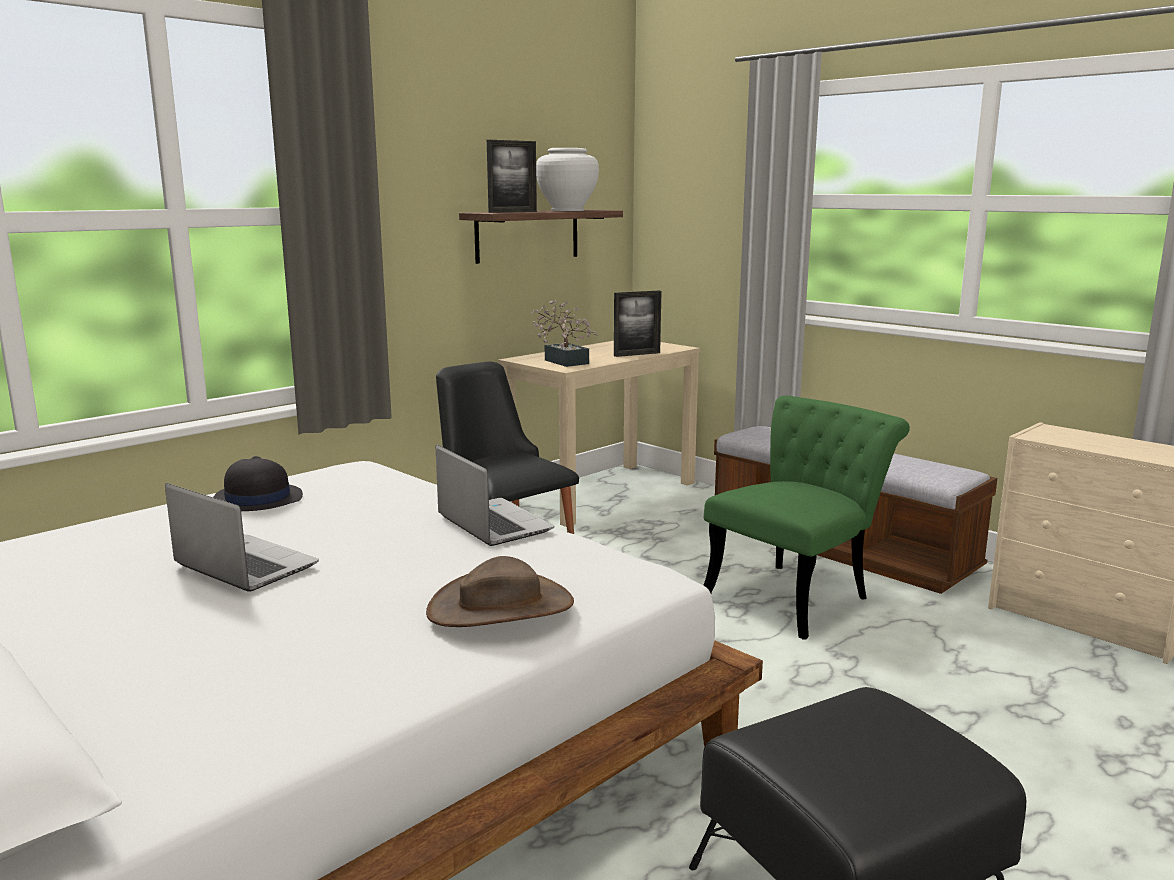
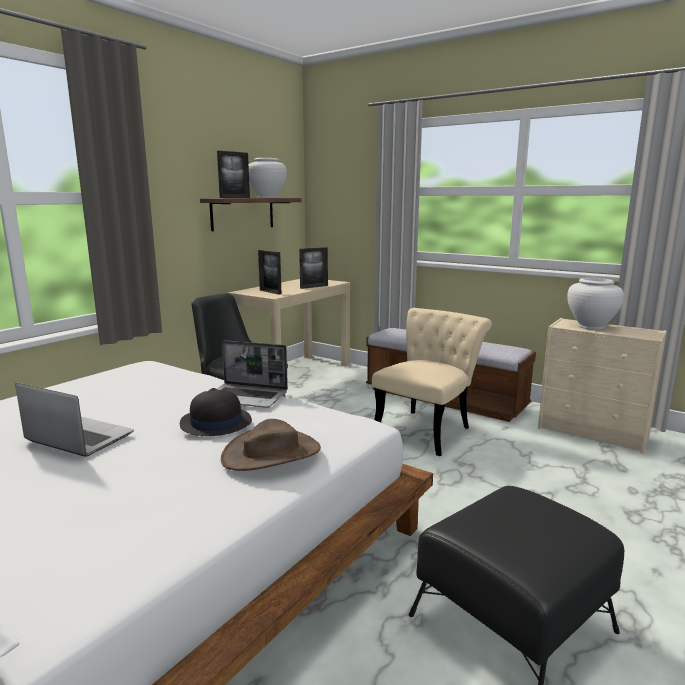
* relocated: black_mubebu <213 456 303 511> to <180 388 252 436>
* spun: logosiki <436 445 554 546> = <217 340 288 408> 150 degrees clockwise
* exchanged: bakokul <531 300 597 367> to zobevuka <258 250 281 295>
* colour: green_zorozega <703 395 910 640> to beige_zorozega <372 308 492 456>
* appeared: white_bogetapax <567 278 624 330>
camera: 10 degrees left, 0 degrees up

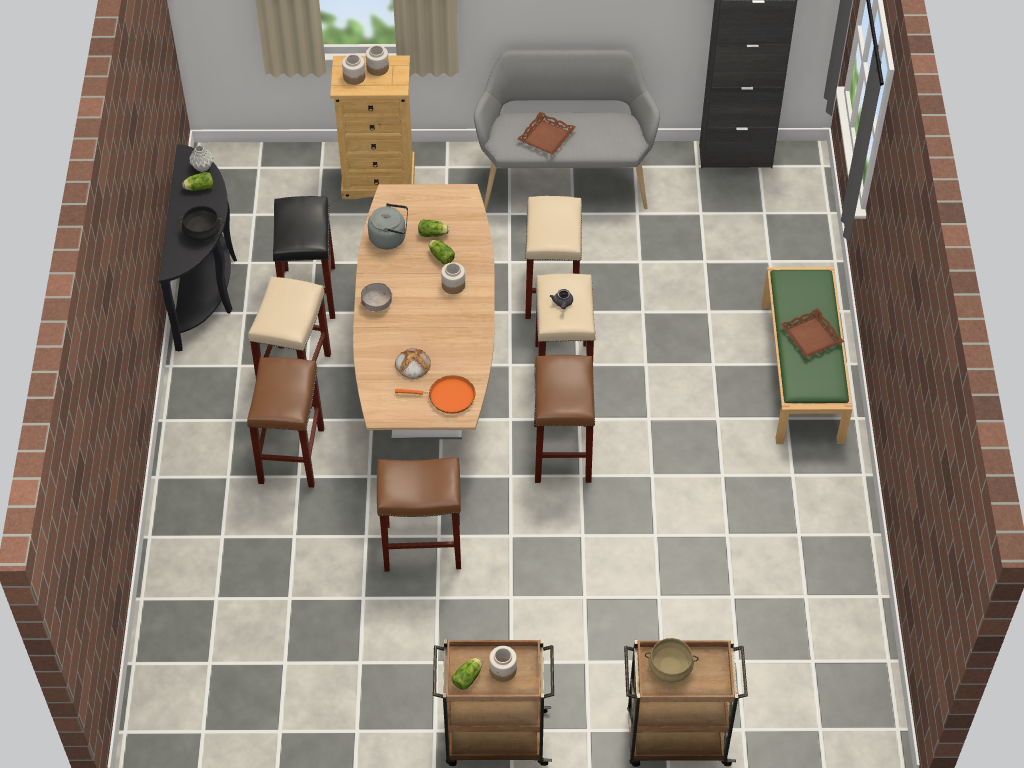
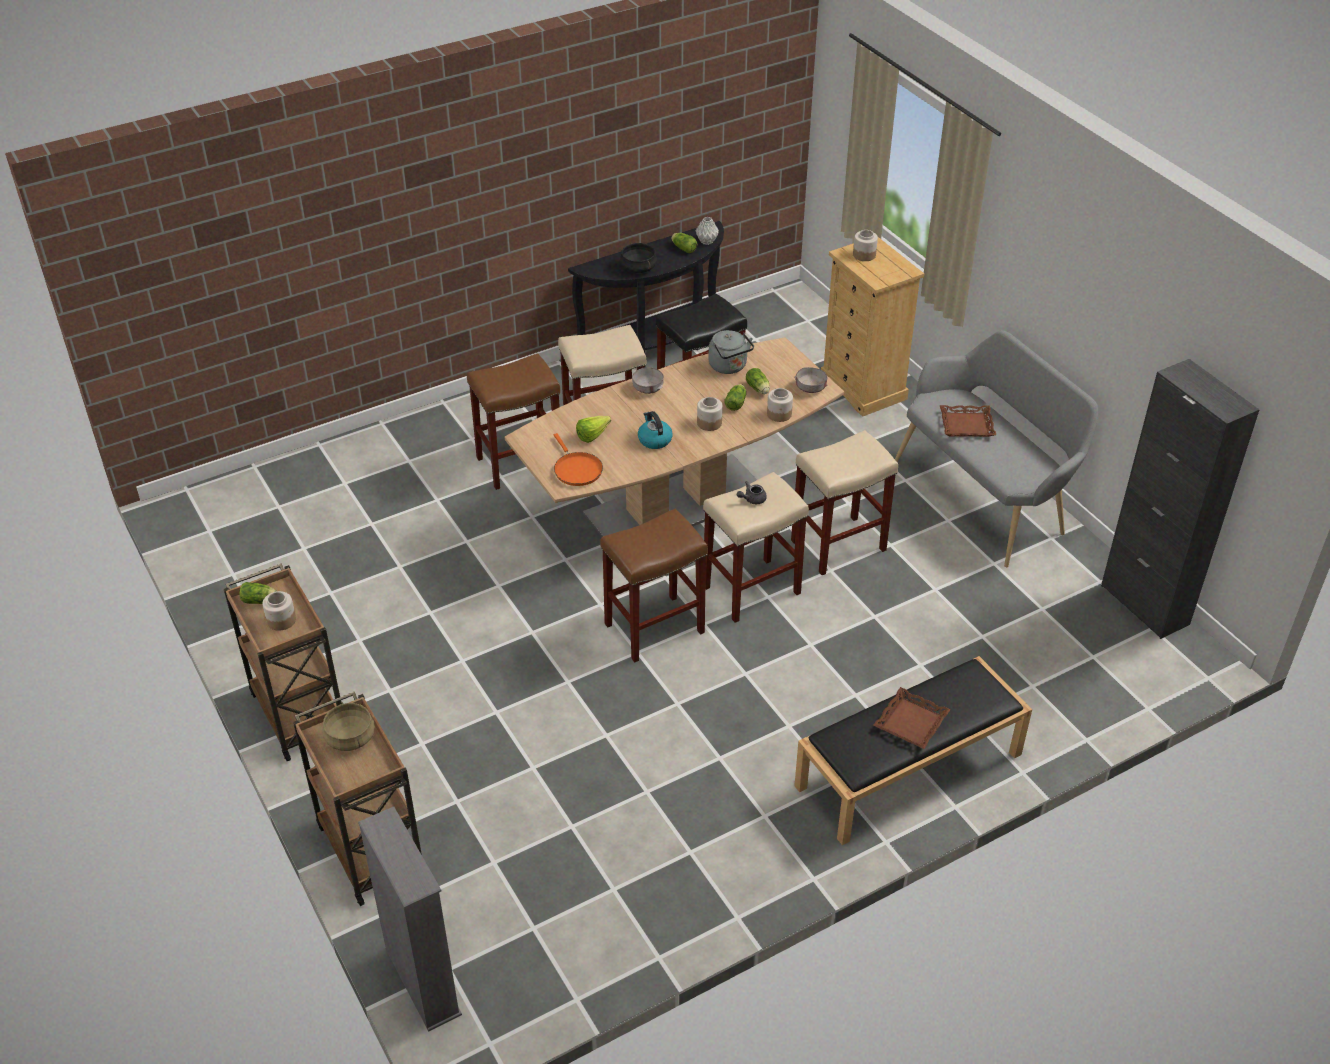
* appeared: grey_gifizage <358 806 462 1032>
* exchanged: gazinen <395 348 431 379> to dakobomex <576 416 611 443>
* appeared: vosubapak <638 411 673 449>
* relocated: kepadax <366 45 389 76> to <767 388 793 422>
* appeared: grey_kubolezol <794 367 827 393>
* colour: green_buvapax <762 267 853 444> to black_buvapax <794 656 1032 845>
* missing: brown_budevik <377 457 461 572>
camera: 60 degrees right, 10 degrees down

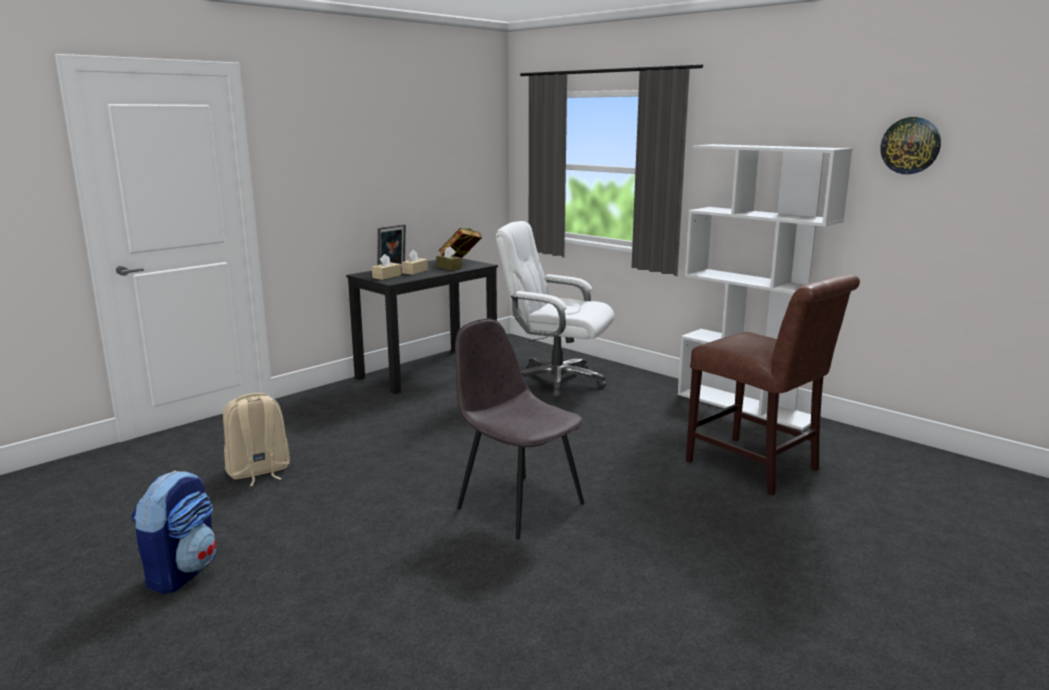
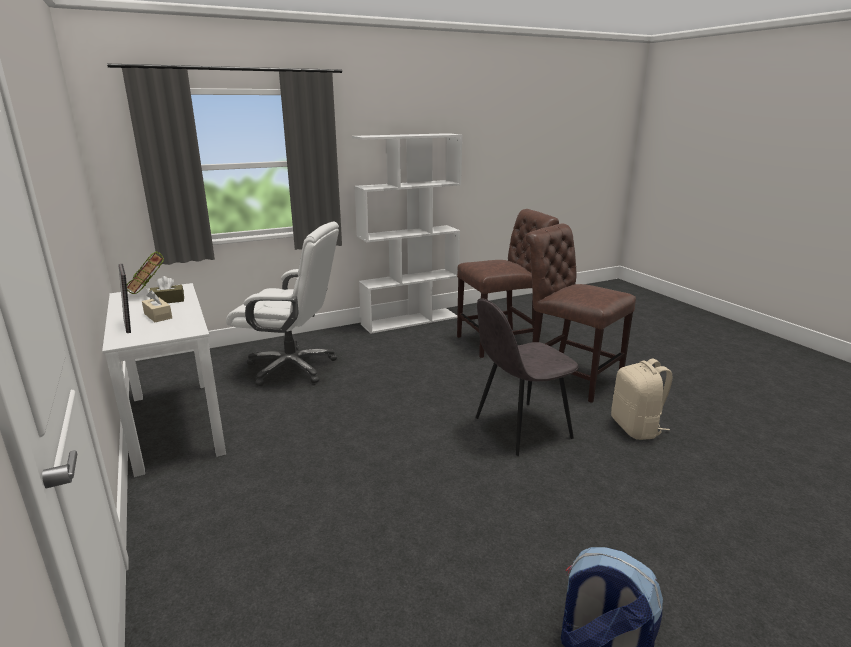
* colour: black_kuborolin <346 258 498 394> to white_kuborolin <102 283 226 477>
* spun: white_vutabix <496 221 614 398> = <226 221 339 386> 120 degrees counterclockwise
* appeared: brown_zorozega <526 223 636 403>
* relocated: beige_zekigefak <223 393 290 486> to <611 359 673 440>
* missing: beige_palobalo <372 254 401 280>
* missing: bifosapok <880 117 941 174>
camera: 70 degrees left, 5 degrees up

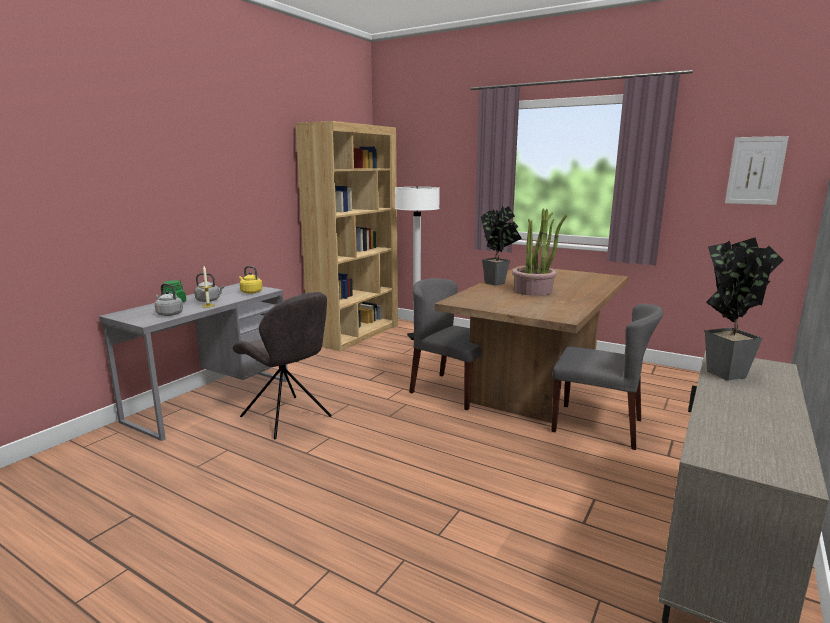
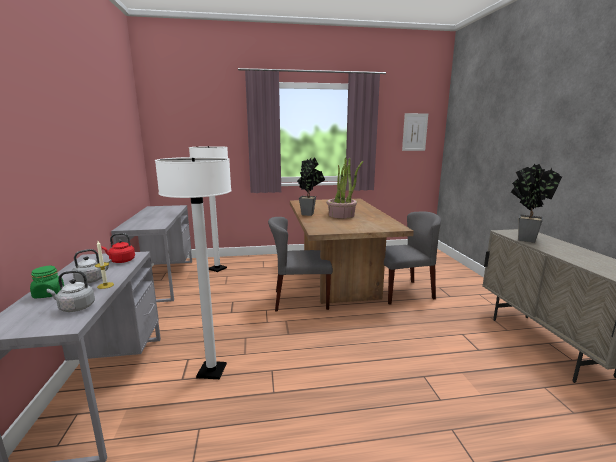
* colour: yellow_vosubapak <239 266 262 294> to red_vosubapak <102 233 135 263>
* exchanged: brown_gifizage <295 121 398 351> to grey_kuborolin <111 205 192 302>
* exchanged: grey_zorozega <233 292 332 439> to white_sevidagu <155 157 232 379>
camera: 40 degrees left, 0 degrees up

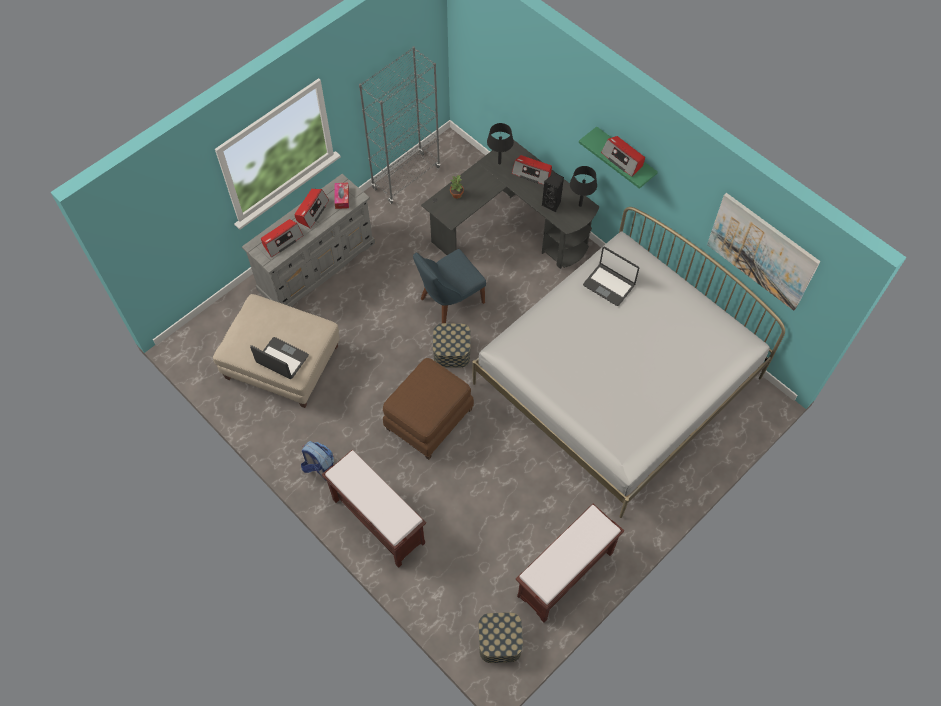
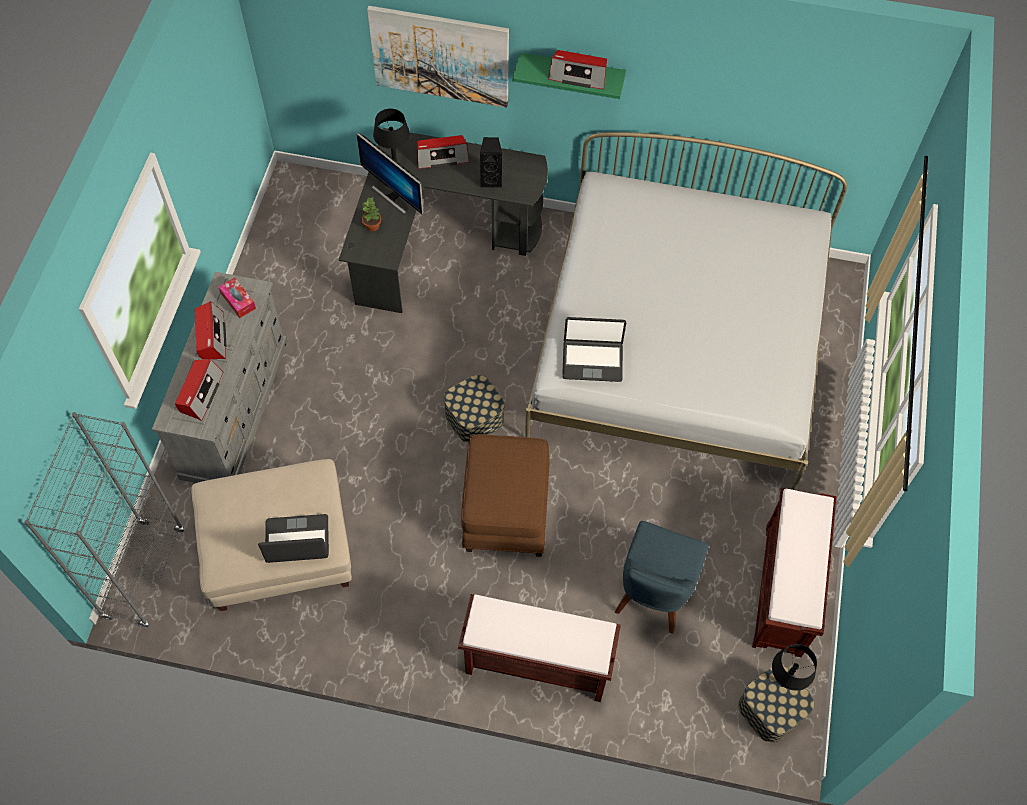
* relocated: grey_gifizage <359 46 441 204> to <24 412 184 628>
* appeared: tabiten <356 133 424 214>
* relocated: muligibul <707 193 820 311> to <367 6 509 108>
* relocated: logosiki <583 247 639 306> to <562 317 626 382>
* relocated: blue_zorozega <413 249 486 323> to <615 521 709 634>
* relocated: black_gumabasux <570 166 597 207> to <772 644 817 691>
* missing: zekigefak <301 441 334 476>
camera: 35 degrees left, 0 degrees up

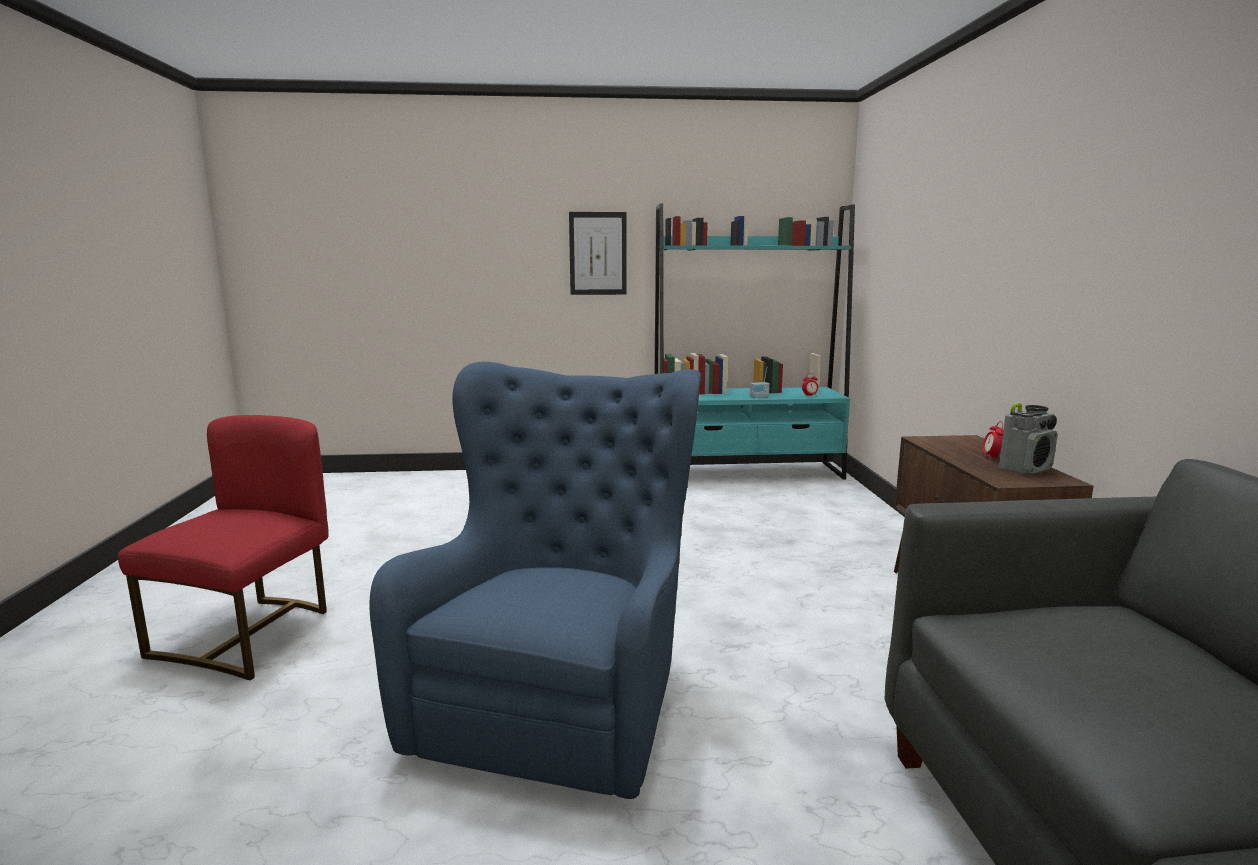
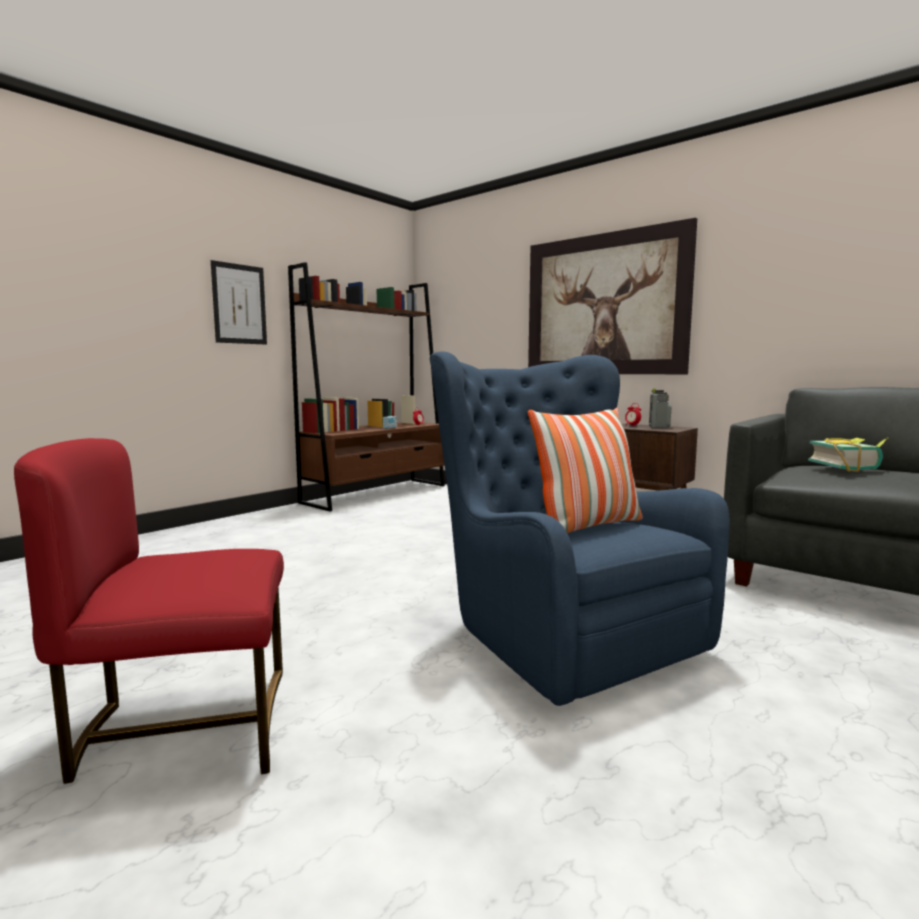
* spun: red_zorozega <118 415 329 680> = <14 438 284 784> 75 degrees counterclockwise
* colour: turquoise_gifizage <655 203 855 480> to brown_gifizage <288 262 445 512>
* appeared: muligibul <528 218 697 374>
* appeared: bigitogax <528 408 643 533>
* appeared: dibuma <808 437 889 472>
camera: 45 degrees left, 5 degrees down

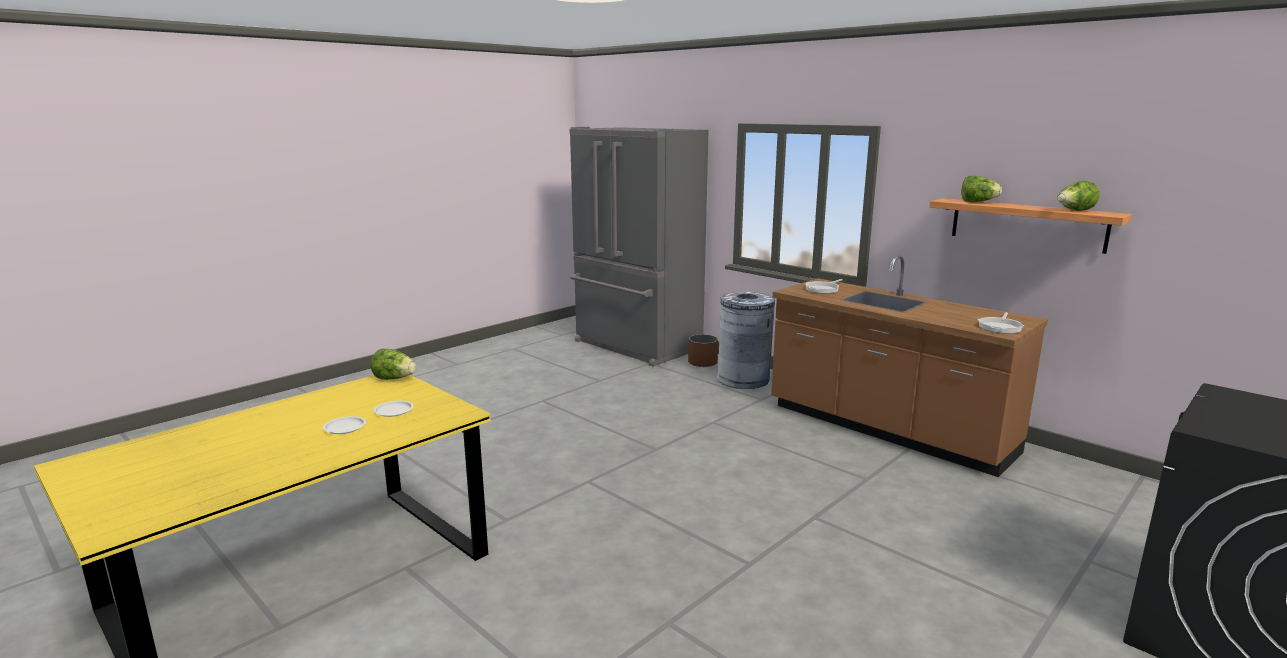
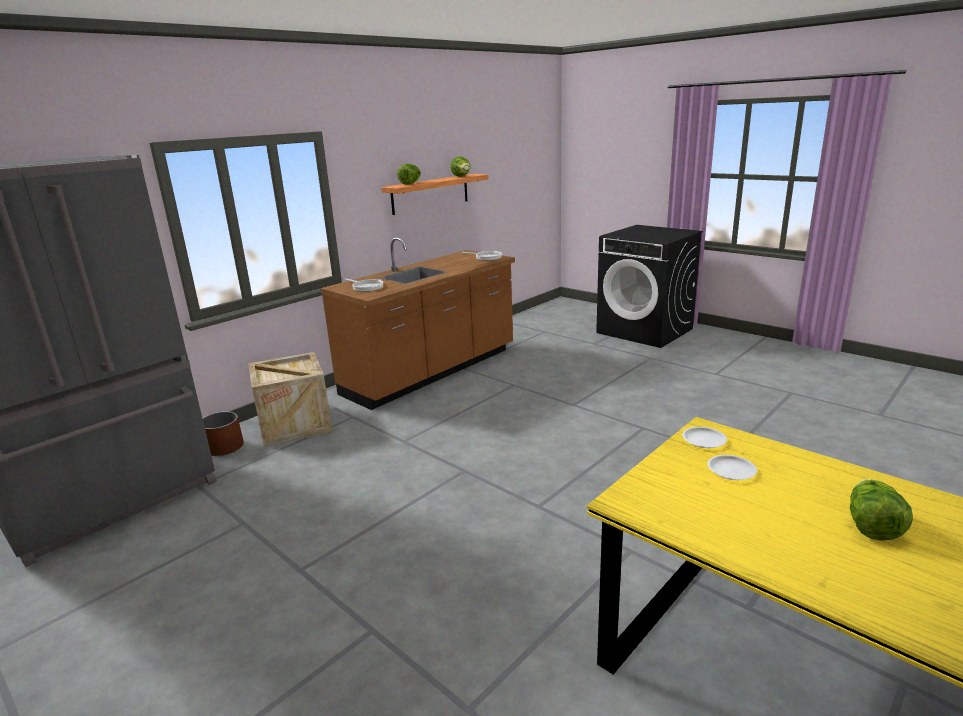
* exchanged: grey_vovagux <717 292 775 389> to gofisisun <248 352 333 447>
* relocated: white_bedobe <323 416 366 434> to <682 427 727 448>
* relocated: dakobomex <371 349 416 380> to <850 479 913 541>
camera: 90 degrees left, 5 degrees up

